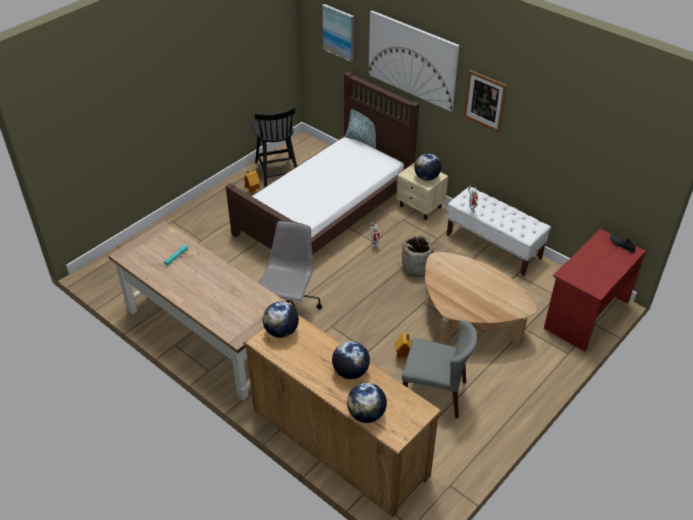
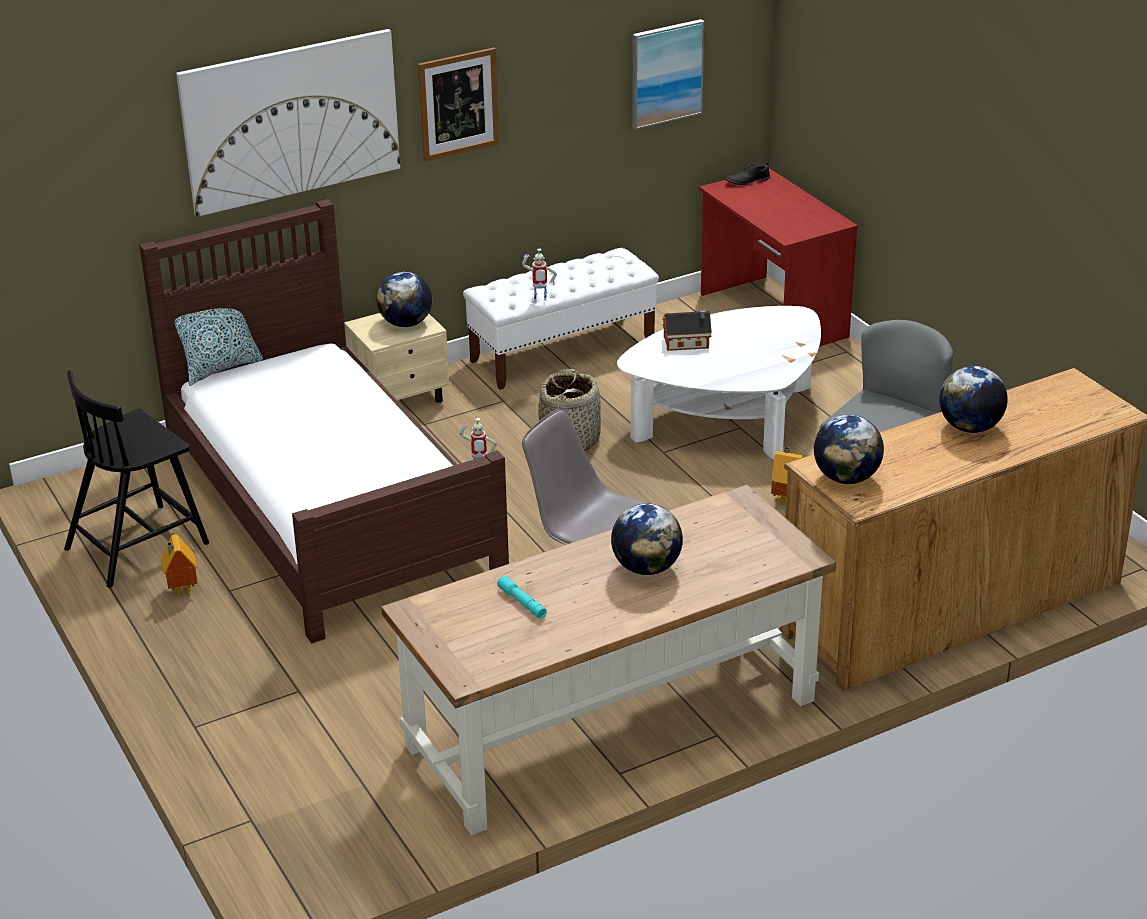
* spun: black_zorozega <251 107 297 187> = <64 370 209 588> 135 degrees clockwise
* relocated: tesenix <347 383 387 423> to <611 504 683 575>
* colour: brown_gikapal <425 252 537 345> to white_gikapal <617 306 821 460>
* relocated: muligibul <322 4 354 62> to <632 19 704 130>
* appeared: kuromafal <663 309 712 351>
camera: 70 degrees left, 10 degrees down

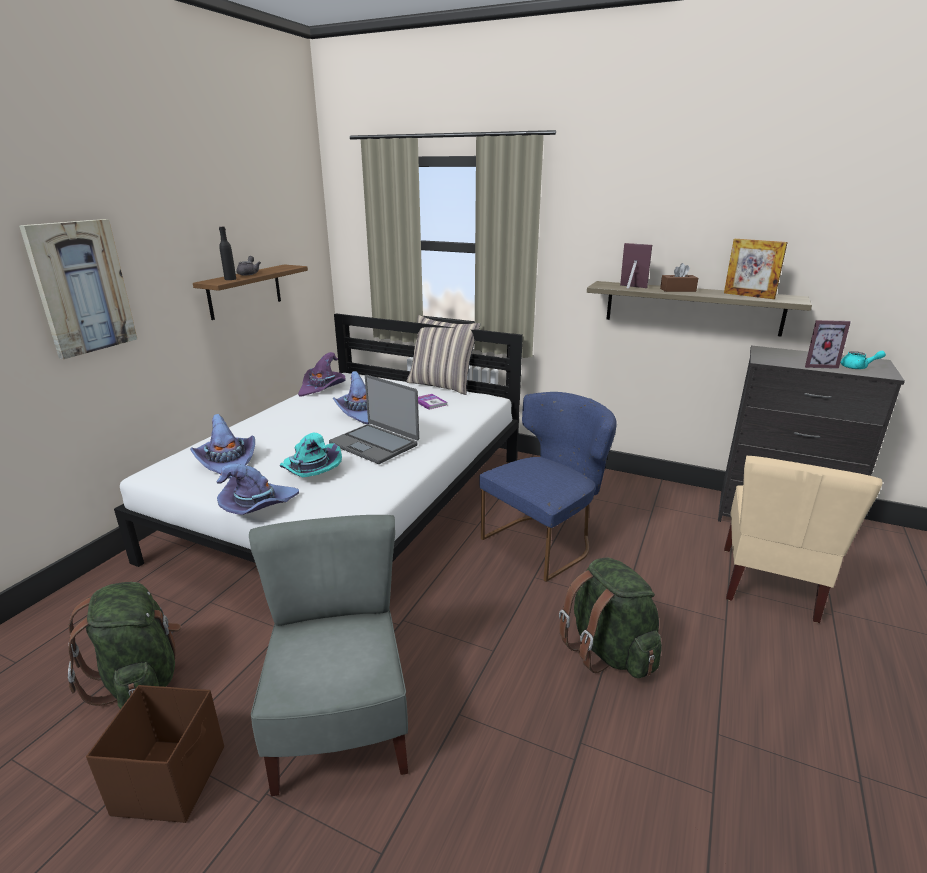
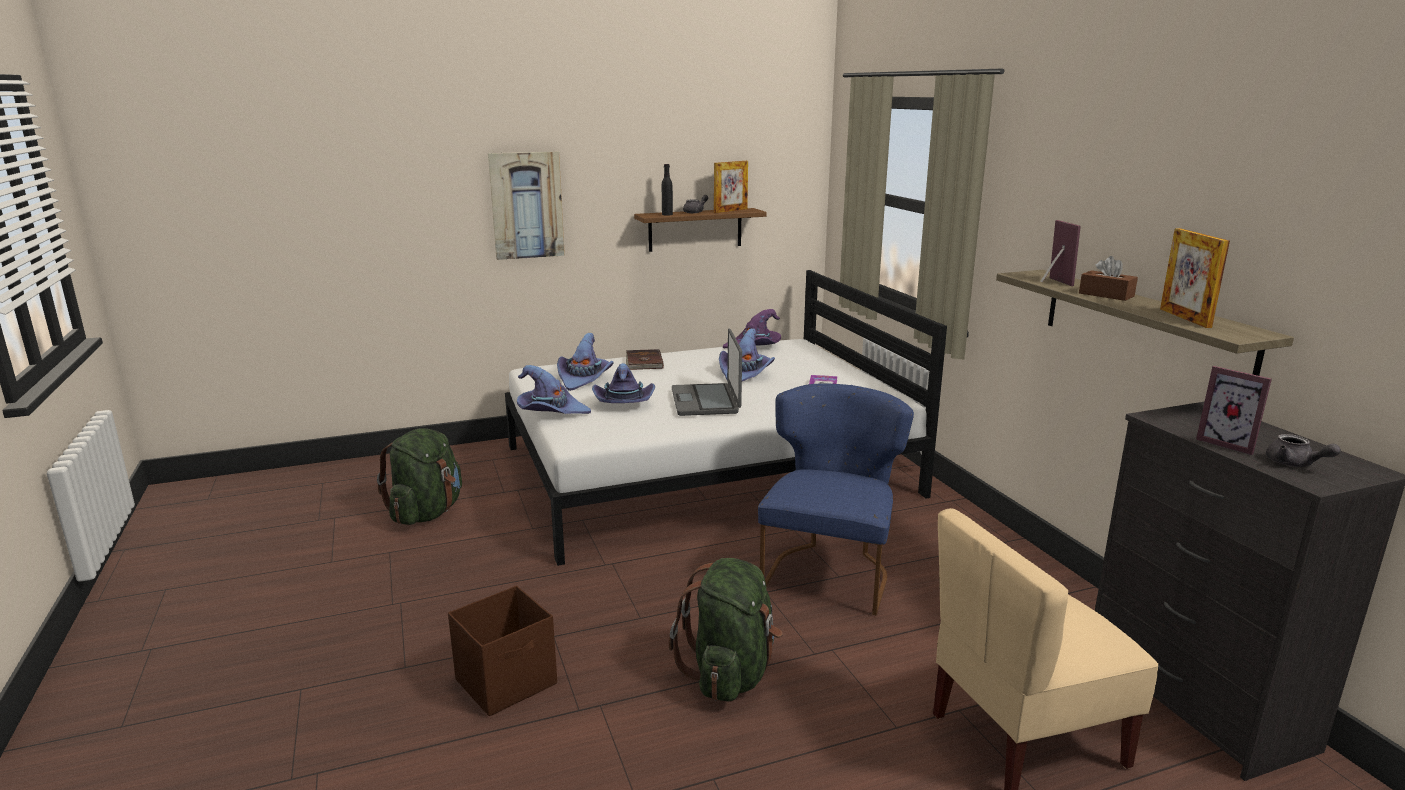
* relocated: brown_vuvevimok <86 685 224 823> to <448 586 557 716>
* colour: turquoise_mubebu <280 433 342 477> to purple_mubebu <592 363 655 403>
* appeared: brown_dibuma <626 349 664 370>
* appeared: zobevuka <714 161 748 213>
* spun: blue_zorozega <479 392 617 582> = <758 383 914 615> 75 degrees counterclockwise
* colour: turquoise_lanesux <841 351 886 369> to grey_lanesux <1266 434 1341 467>
* missing: grey_zorozega <249 515 408 796>
* missing: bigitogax <407 315 480 395>
camera: 45 degrees right, 5 degrees down

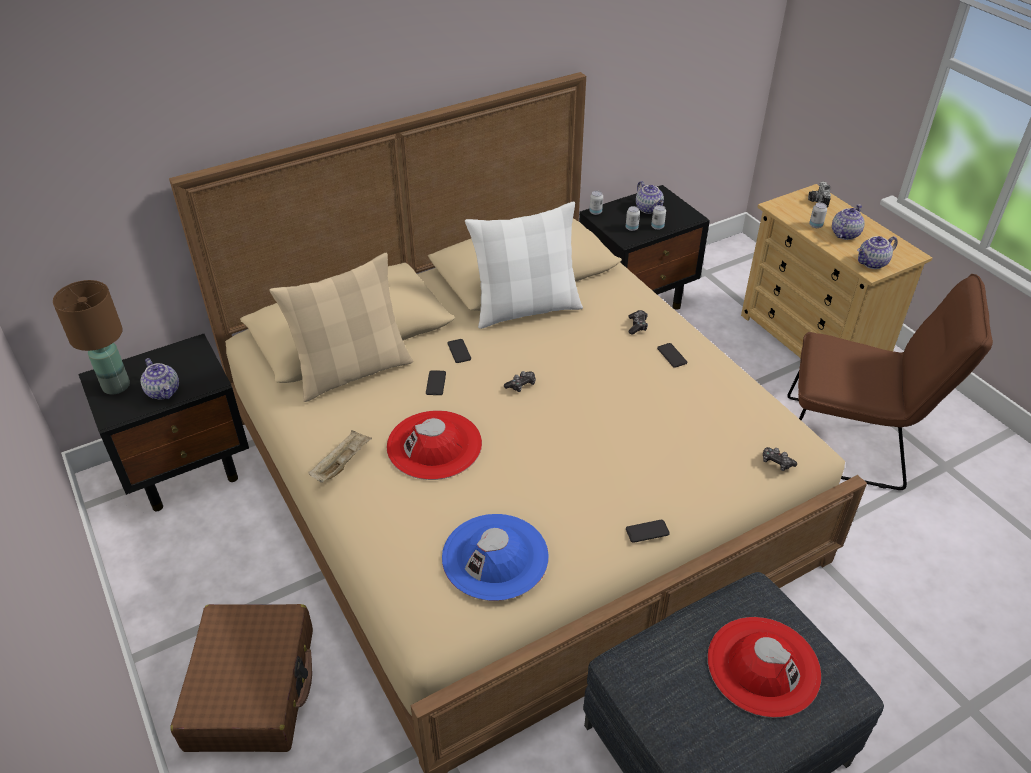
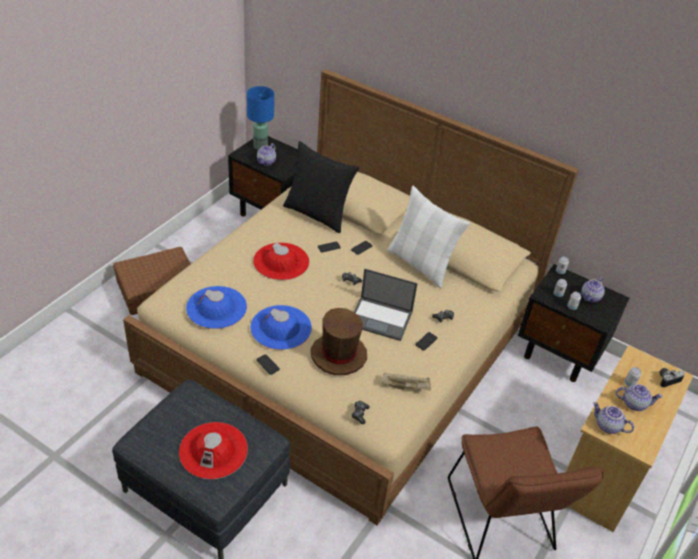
* colour: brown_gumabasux <53 280 130 395> to blue_gumabasux <247 86 274 150>
* appeared: blue_mubebu <250 305 312 350>
* colour: beige_bigitogax <270 253 413 402> to black_bigitogax <283 141 359 233>
* appeared: brown_mubebu <310 308 367 375>
* appeared: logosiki <354 268 418 341>
* relocated: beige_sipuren <308 430 372 483> to <382 372 431 391>
camera: 60 degrees right, 0 degrees up

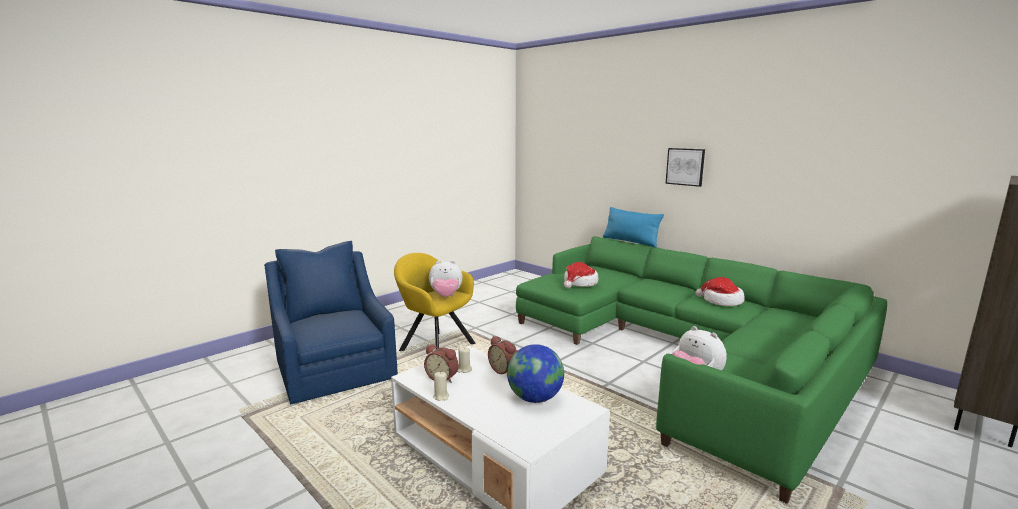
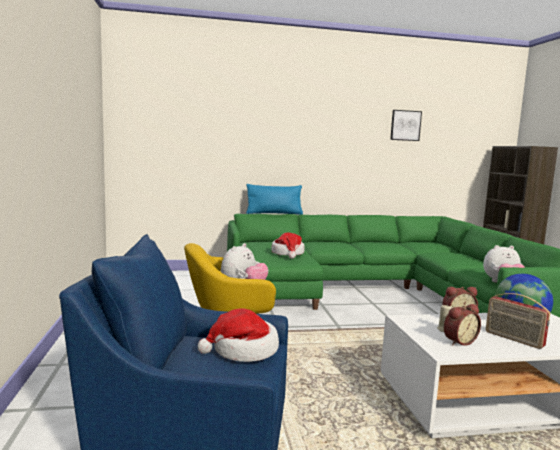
* relocated: mubebu <696 277 744 306> to <198 308 279 362>
* relocated: muligibul <666 148 705 187> to <390 110 422 141>
* appeared: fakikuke <486 293 550 349>
* missing: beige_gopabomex <433 372 449 401>
camera: 55 degrees left, 5 degrees down

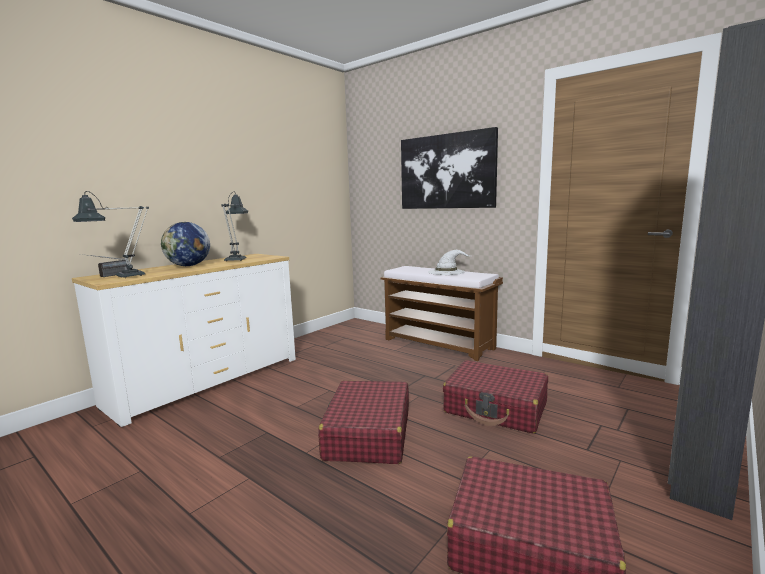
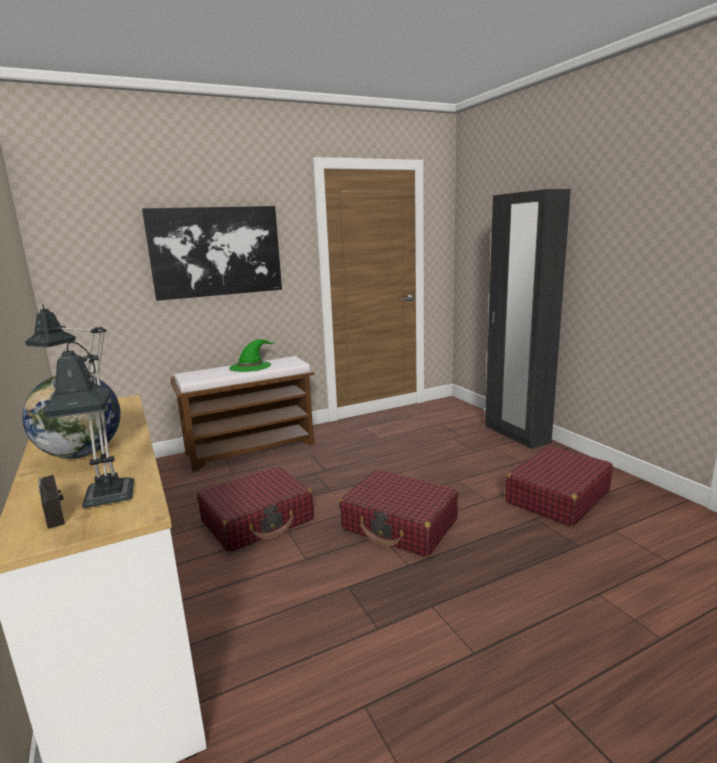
* relocated: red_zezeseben <443 360 548 434> to <197 466 314 552>
* colour: white_mubebu <428 250 470 275> to green_mubebu <229 339 276 372>
camera: 65 degrees left, 5 degrees up

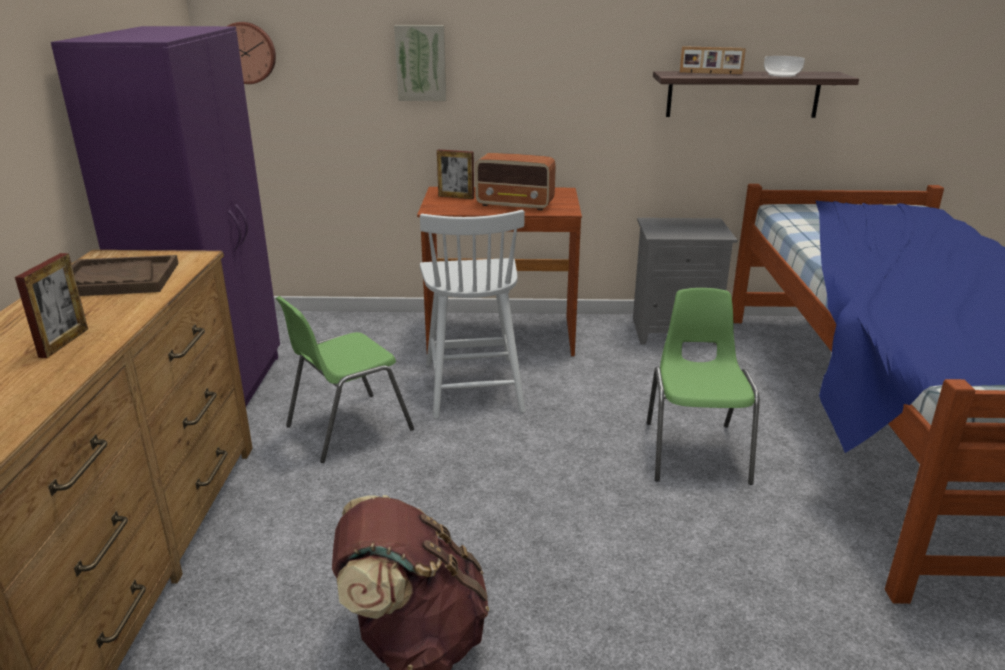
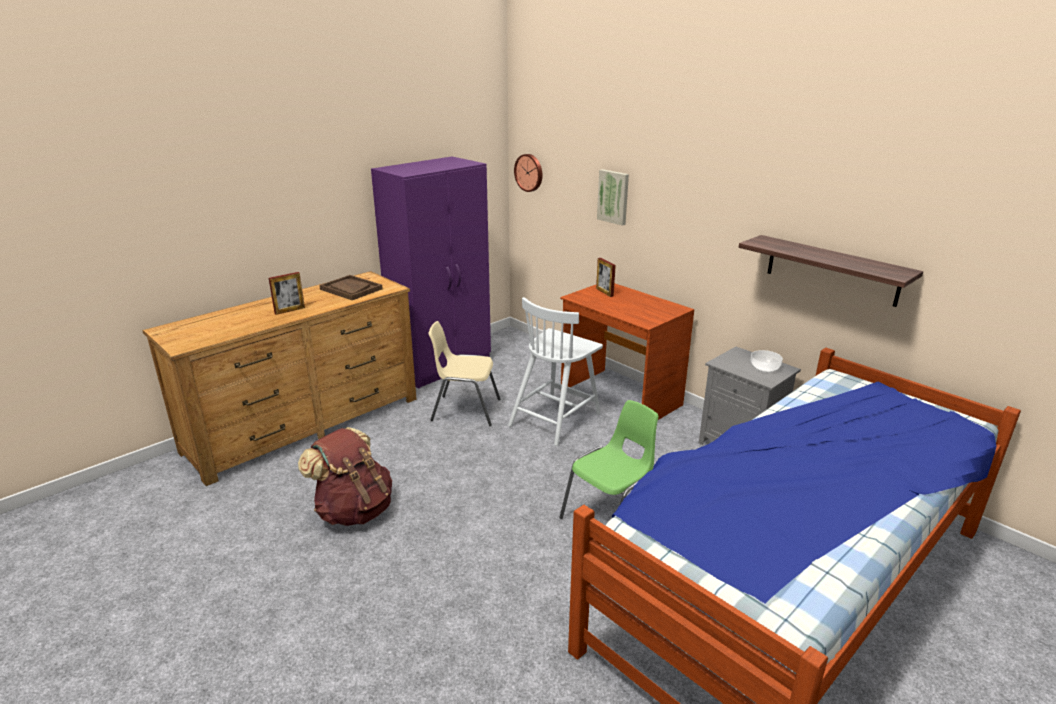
* colour: green_zorozega <276 296 414 463> to beige_zorozega <428 321 500 426>
* relocated: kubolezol <764 56 805 77> to <751 350 783 373>
* missing: fakikuke <475 153 556 210>
* missing: zobevuka <680 46 746 74>
camera: 45 degrees right, 0 degrees up

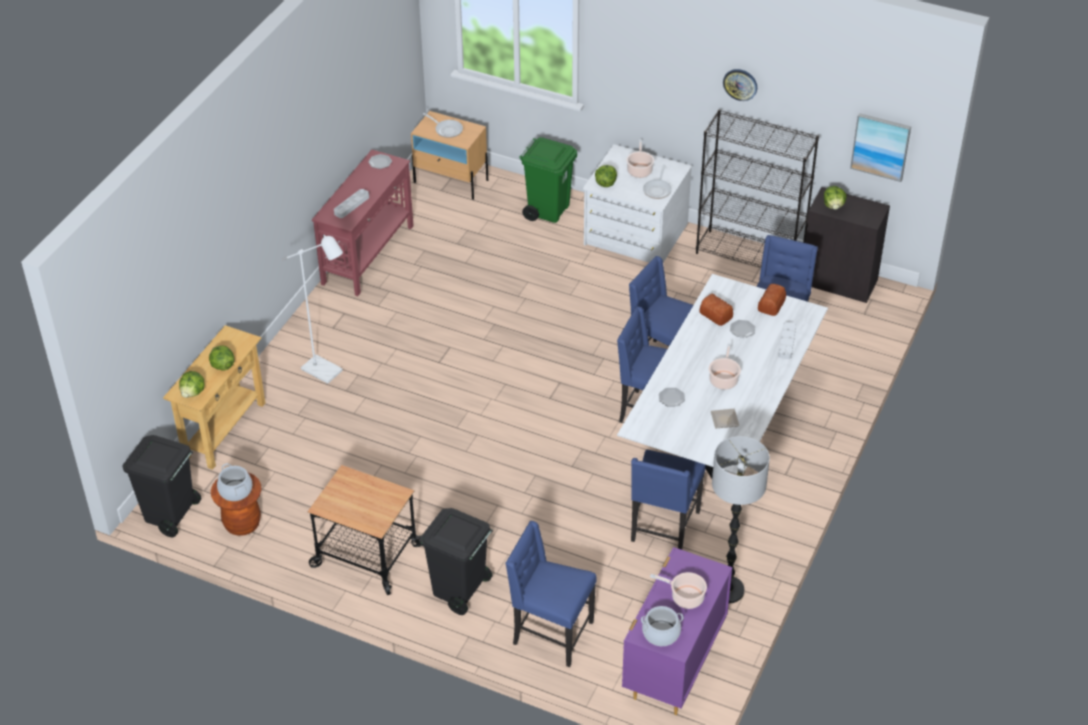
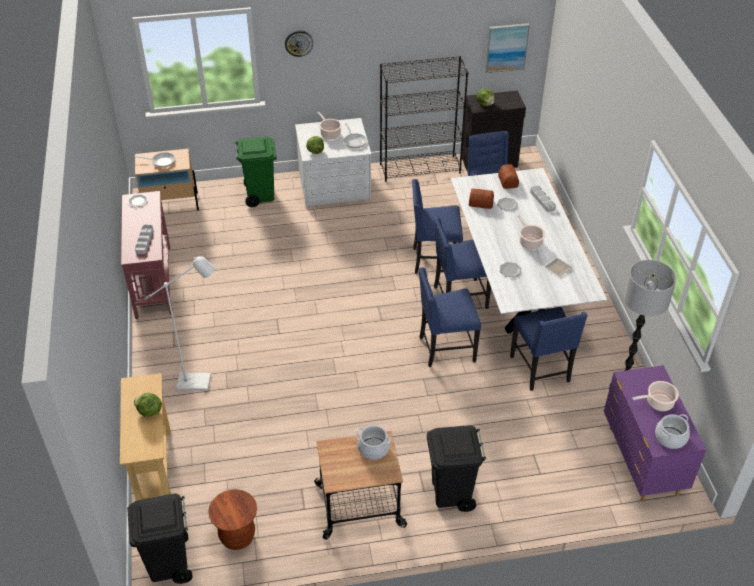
* relocated: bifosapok <723 69 757 101> to <285 30 313 57>
* relocated: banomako <217 463 252 501> to <356 425 391 460>
* relocated: blue_zorozega <505 521 597 667> to <419 267 481 367>
* missing: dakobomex <179 371 205 398>
camera: 35 degrees left, 0 degrees up

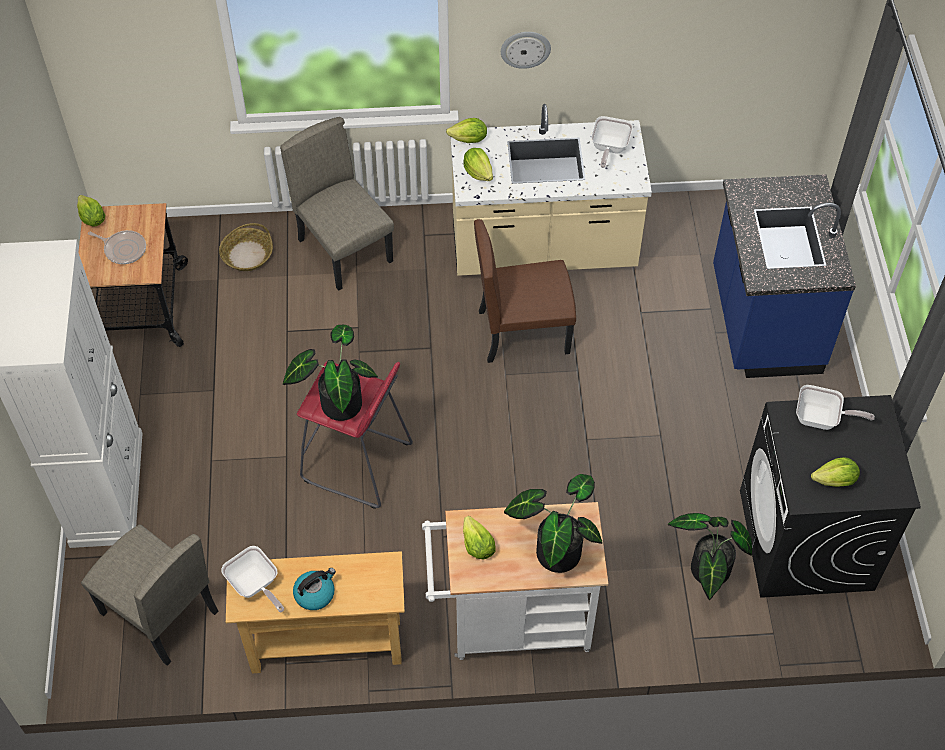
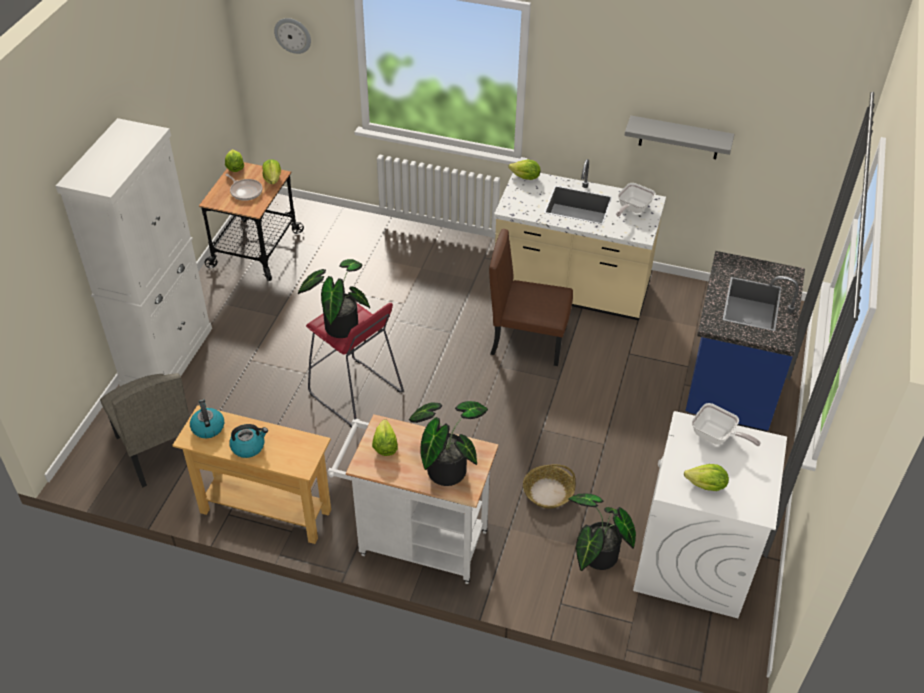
* exchanged: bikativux <221 546 284 612> to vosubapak <190 399 224 438>
* relocated: dakobomex <464 148 493 181> to <262 159 281 184>
* relocated: bifosapok <501 32 551 69> to <274 18 311 54>
* relocated: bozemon <219 223 273 271> to <523 464 575 508>
* appeared: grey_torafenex <624 116 734 159>
* colour: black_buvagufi <740 395 921 598> to white_buvagufi <633 411 787 618>
* missing: beige_zorozega <280 117 394 291>
camera: 20 degrees right, 10 degrees down

